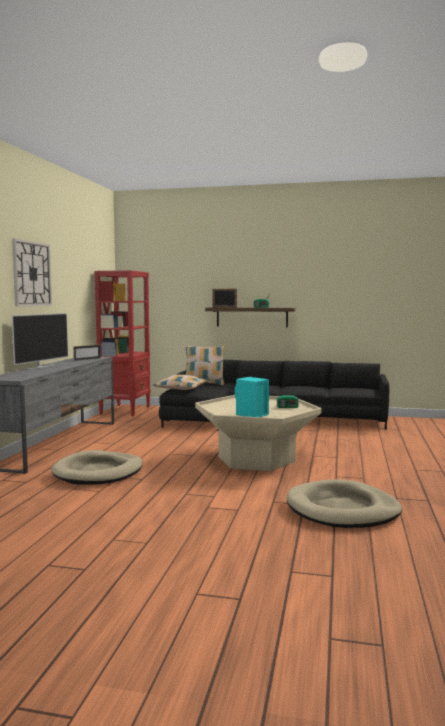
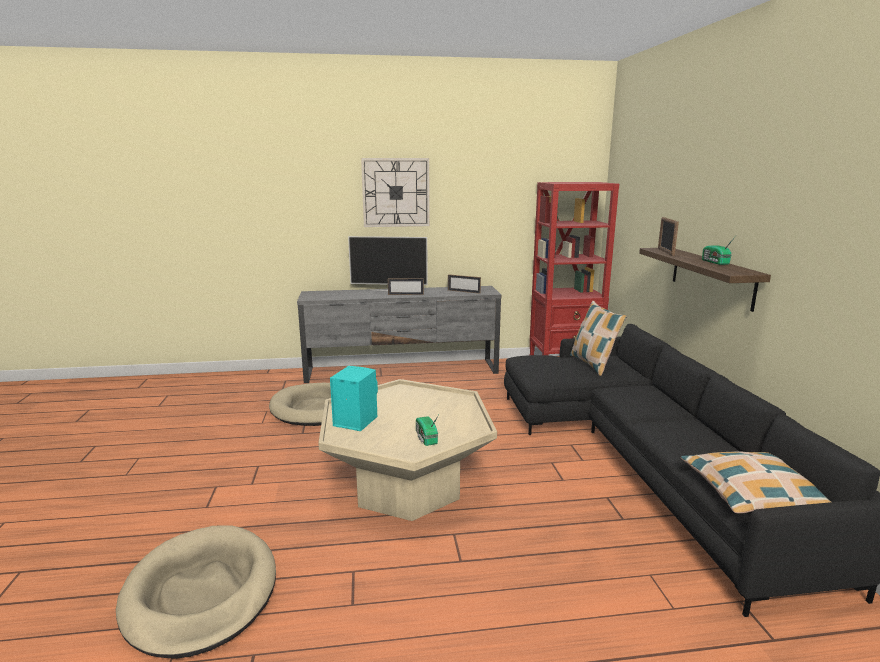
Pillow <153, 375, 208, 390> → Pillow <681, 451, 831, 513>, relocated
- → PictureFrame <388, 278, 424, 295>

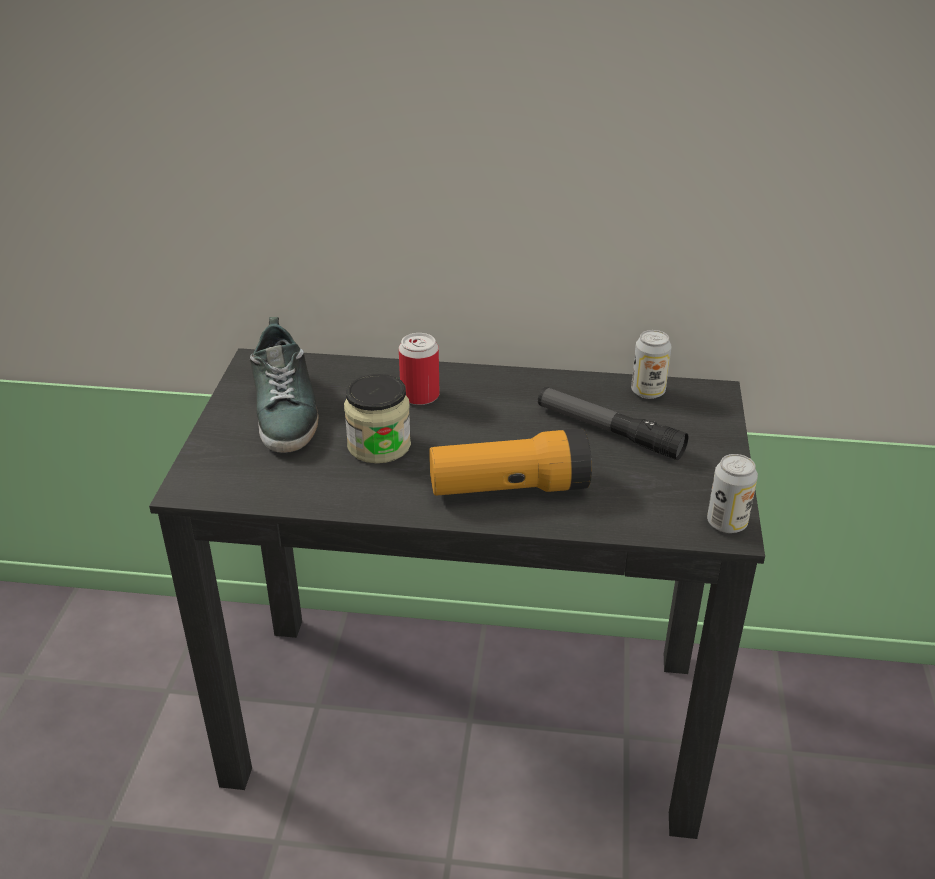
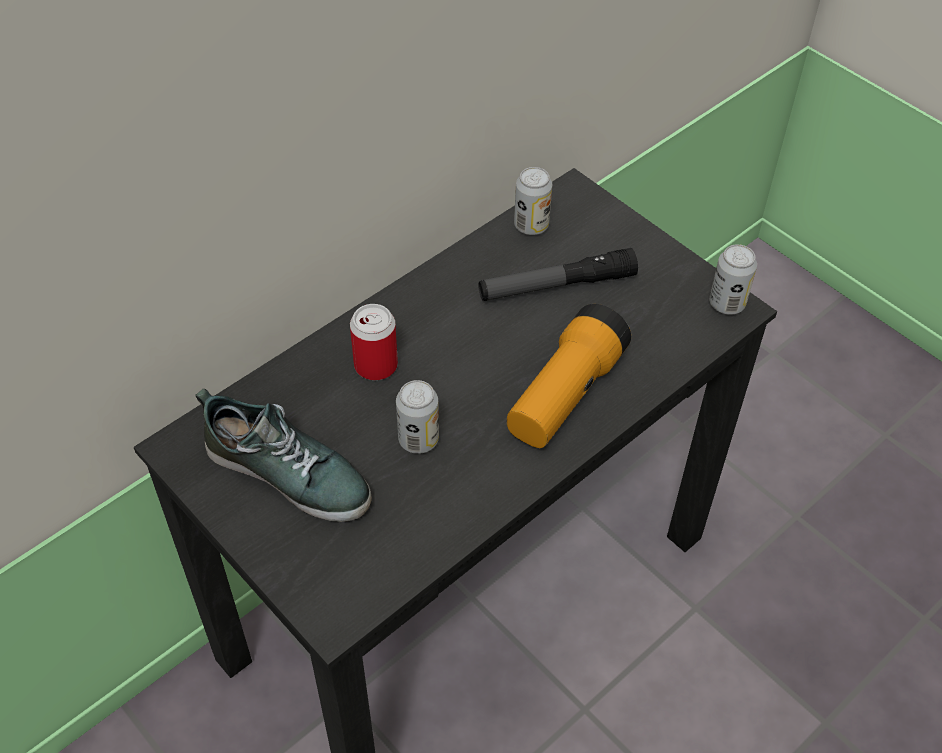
Jar <344, 374, 411, 464> → Can <396, 380, 439, 454>

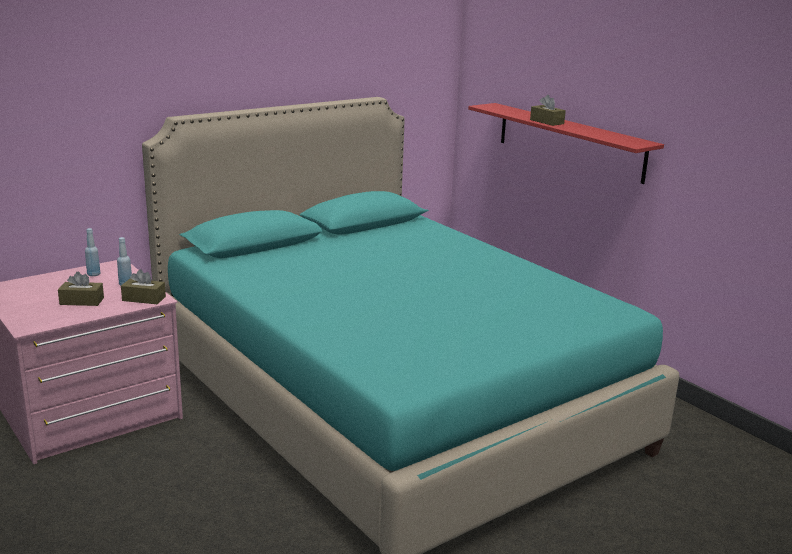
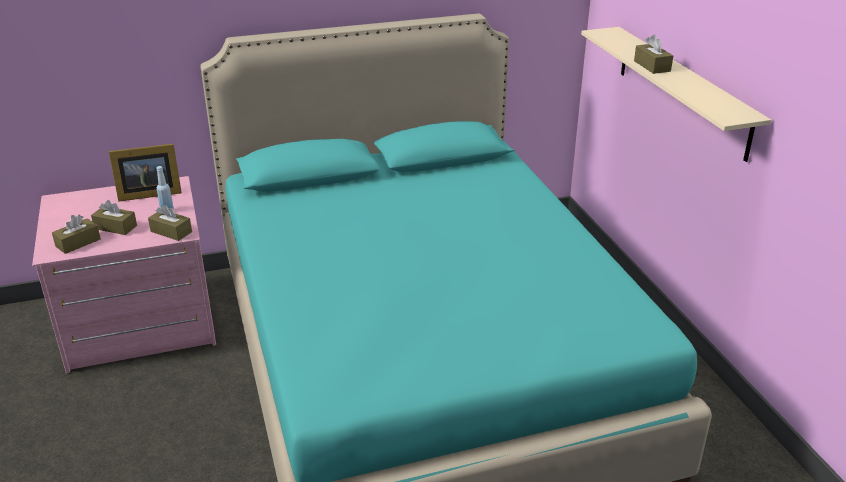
RedShelf <468, 103, 664, 184> → BeigeShelf <581, 27, 771, 162>
BlueBottle <85, 228, 100, 276> → PictureFrame <109, 143, 182, 202>
- → BrownTissueBox <52, 214, 101, 254>

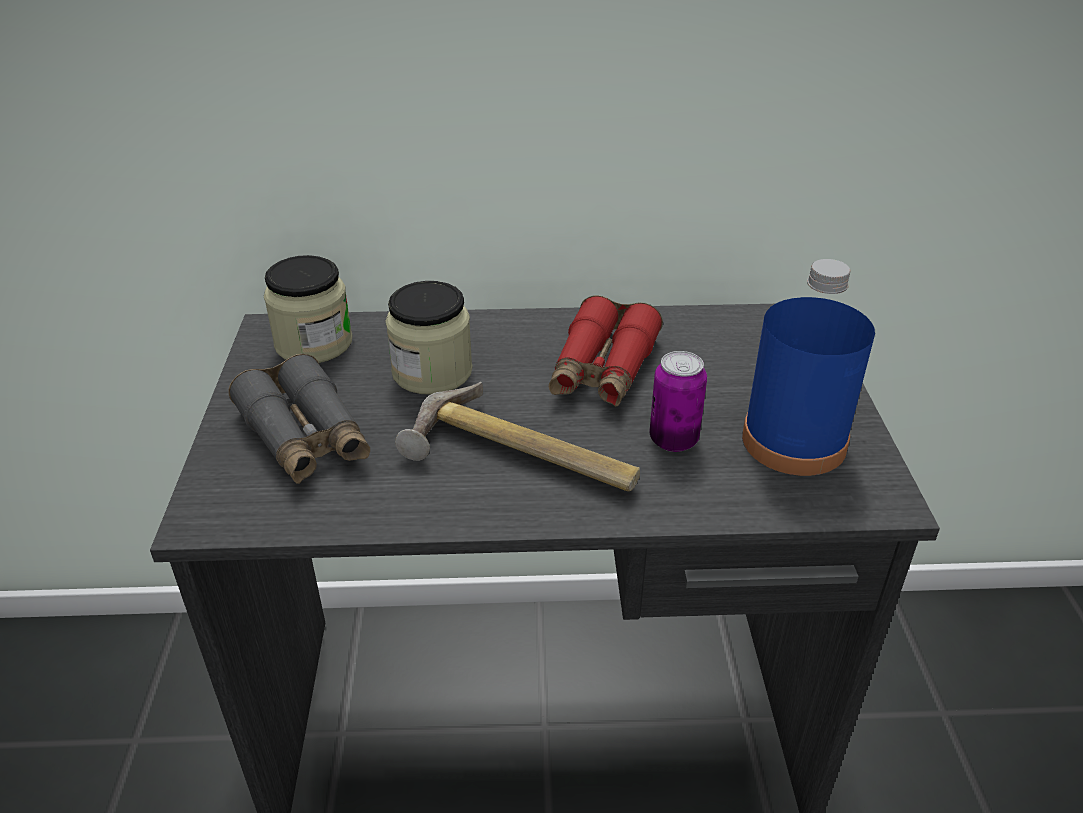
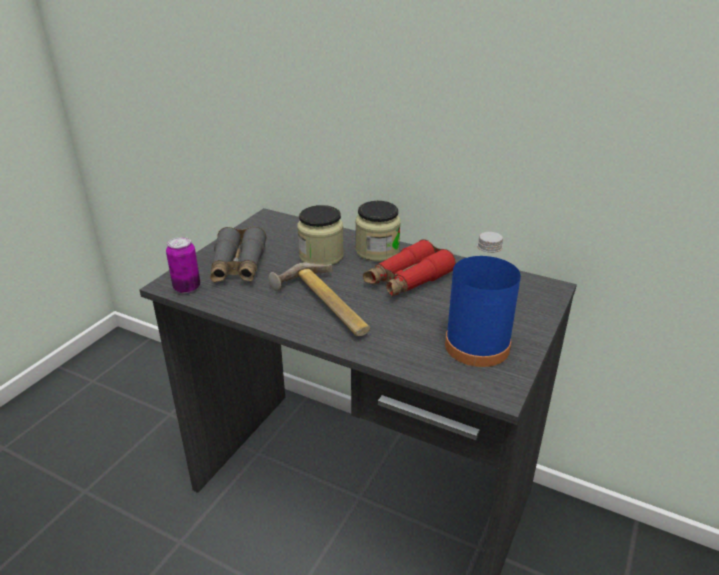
Jar <264, 255, 352, 363> → Jar <355, 201, 401, 262>, relocated
Can <650, 351, 707, 452> → Can <166, 237, 200, 293>, relocated

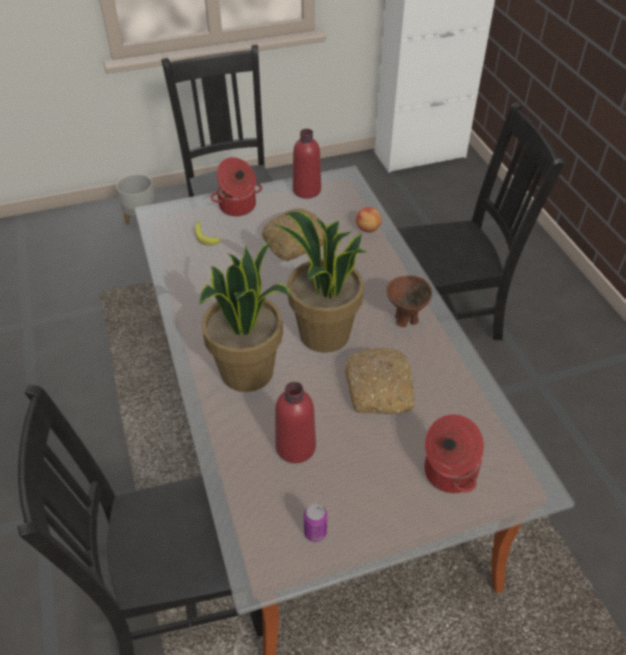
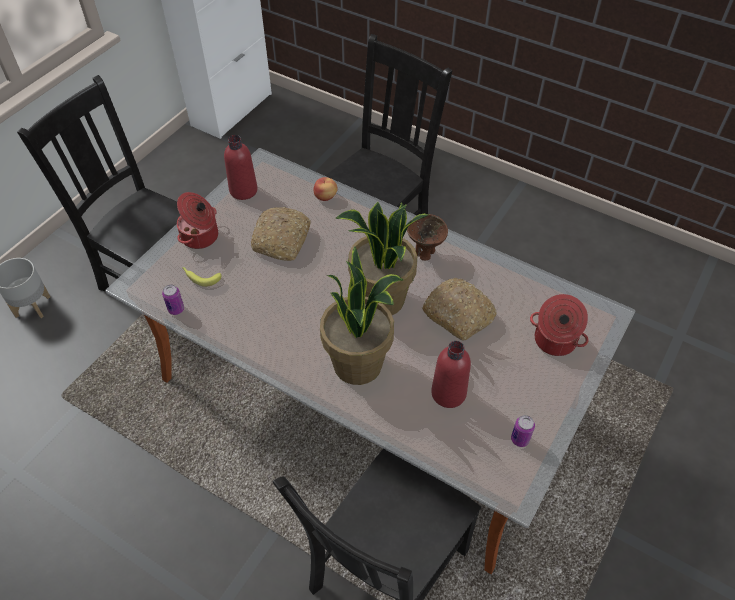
- → Can <162, 285, 184, 315>

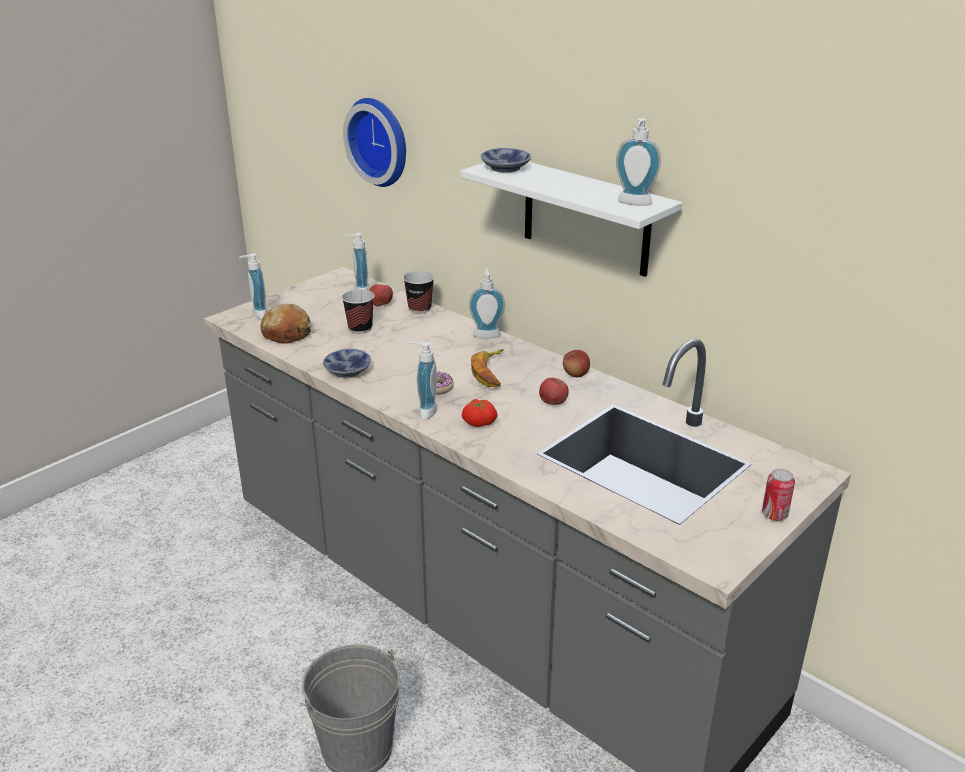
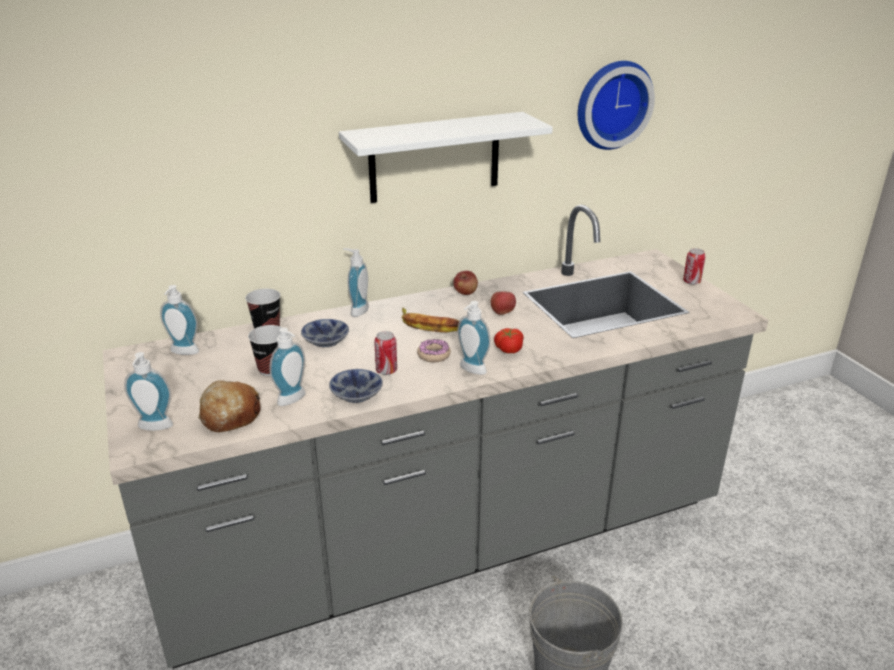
WallClock <343, 98, 406, 187> → WallClock <578, 61, 655, 150>, relocated
SoapDispenser <616, 118, 661, 206> → SoapDispenser <269, 328, 306, 406>, relocated
Bowl <481, 148, 531, 173> → Bowl <301, 319, 349, 347>, relocated
Apple <369, 284, 393, 306> → -
- → Can <374, 331, 397, 375>

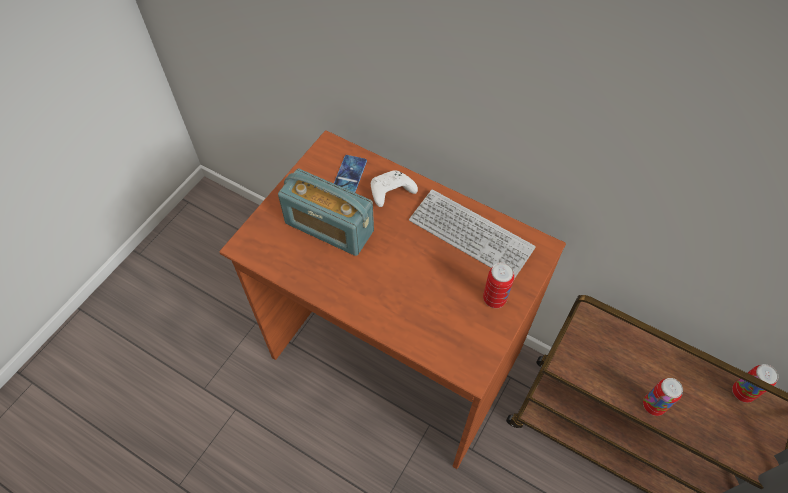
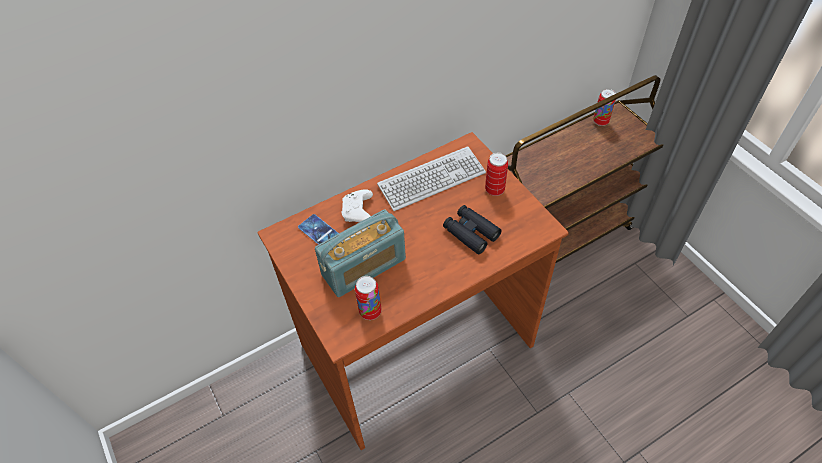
Can <643, 378, 683, 416> → Can <355, 276, 381, 320>, relocated
- → BlackBinoculars <443, 205, 502, 254>

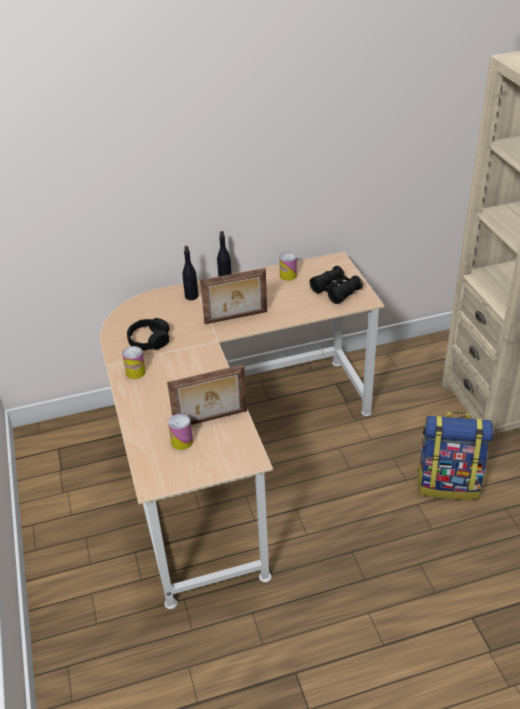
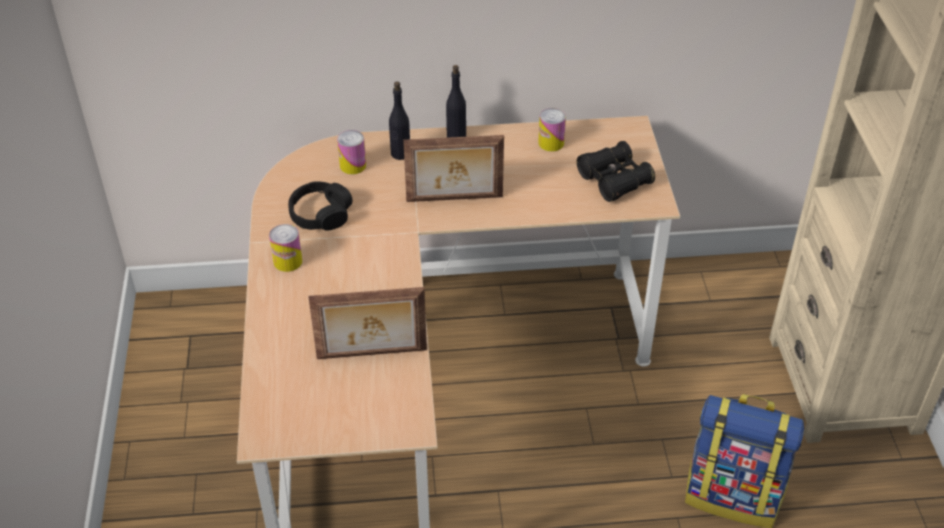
Can <168, 413, 193, 450> → Can <337, 130, 366, 174>, relocated

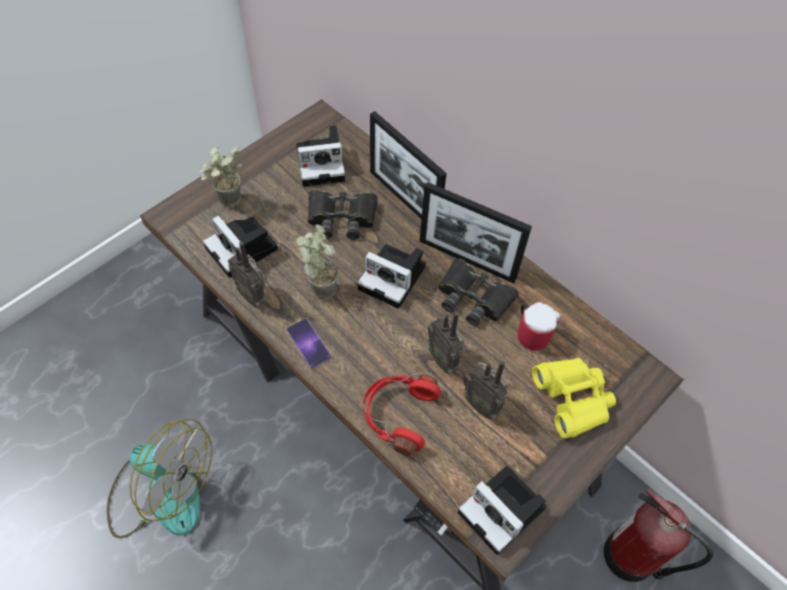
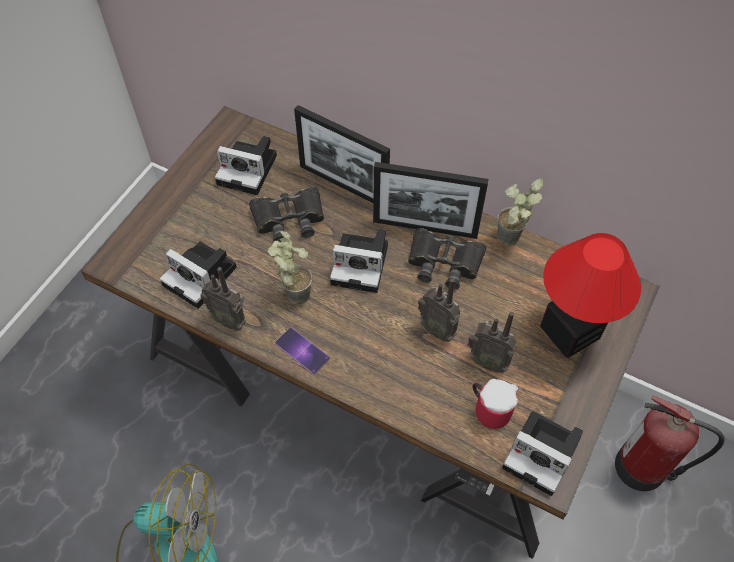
PhotoCamera <296, 125, 345, 187> → PhotoCamera <215, 136, 277, 195>, 45 degrees clockwise
PottedPlant <200, 145, 242, 208> → PottedPlant <497, 178, 543, 246>, relocated
Mug <517, 302, 561, 351> → Mug <473, 379, 519, 429>, relocated
YellowBinoculars <532, 358, 616, 439> → TableLamp <540, 233, 641, 358>
RedHeadphones <363, 374, 441, 456> → -

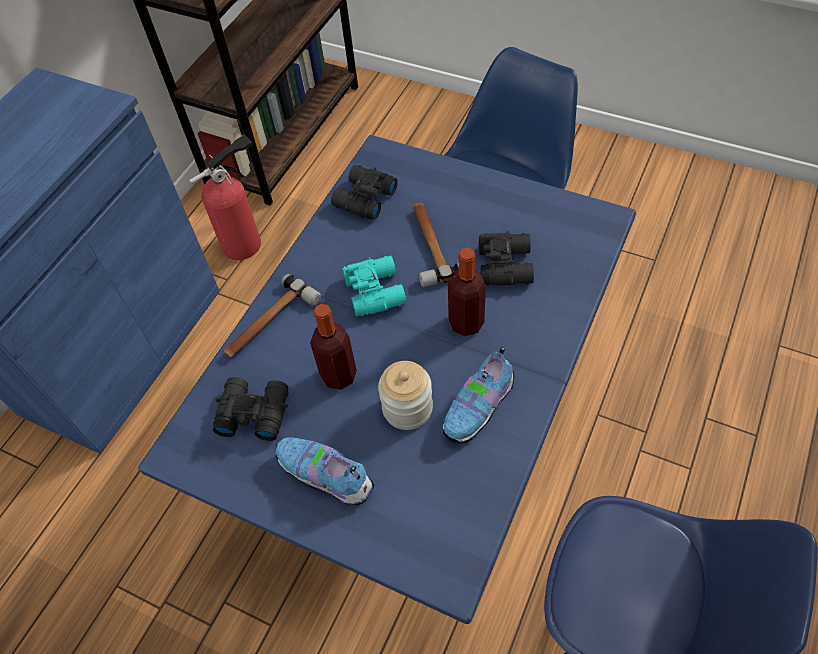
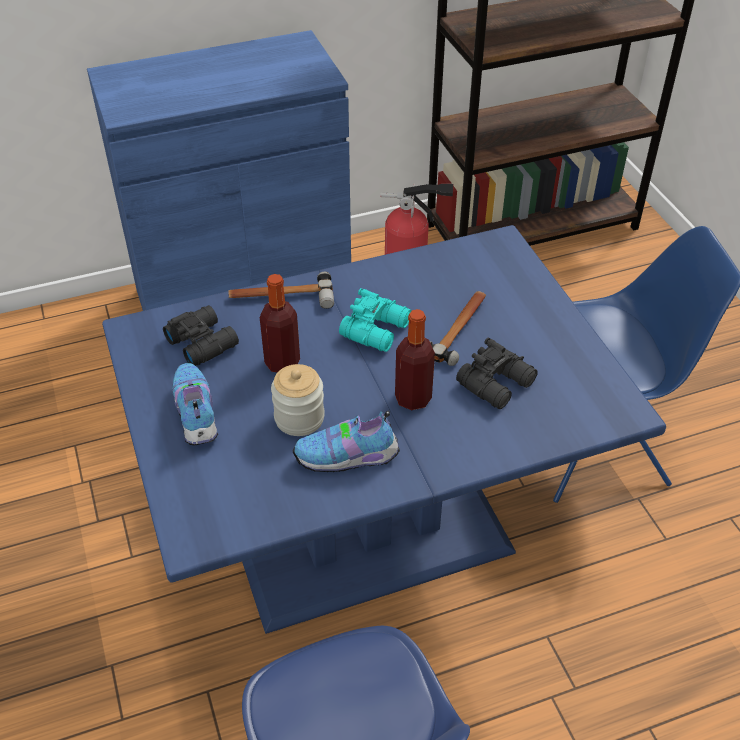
BlackBinoculars <331, 165, 398, 220> → -

